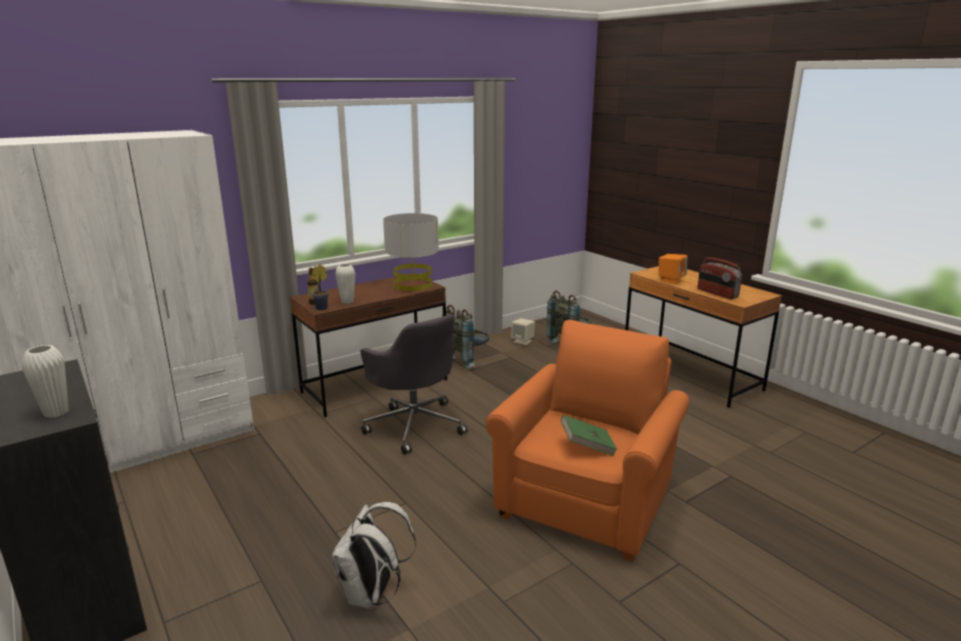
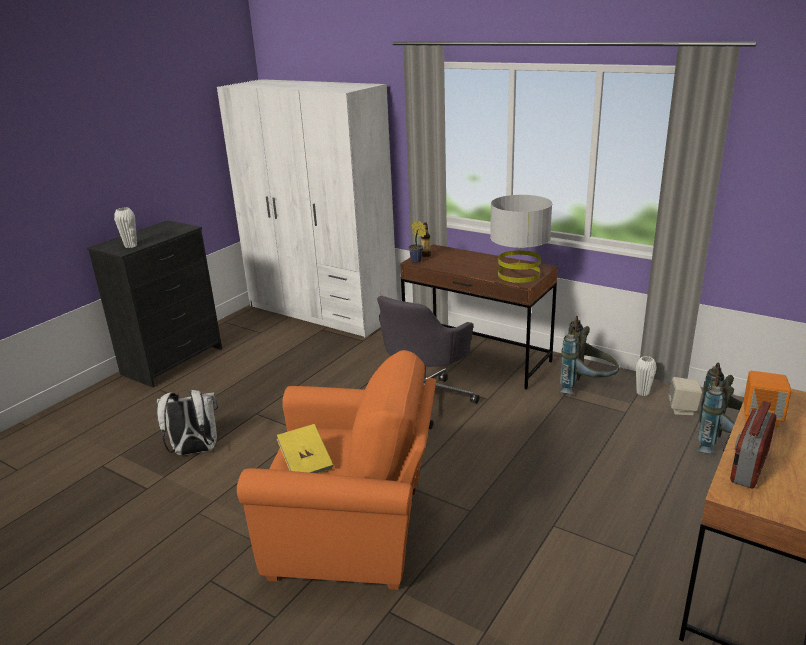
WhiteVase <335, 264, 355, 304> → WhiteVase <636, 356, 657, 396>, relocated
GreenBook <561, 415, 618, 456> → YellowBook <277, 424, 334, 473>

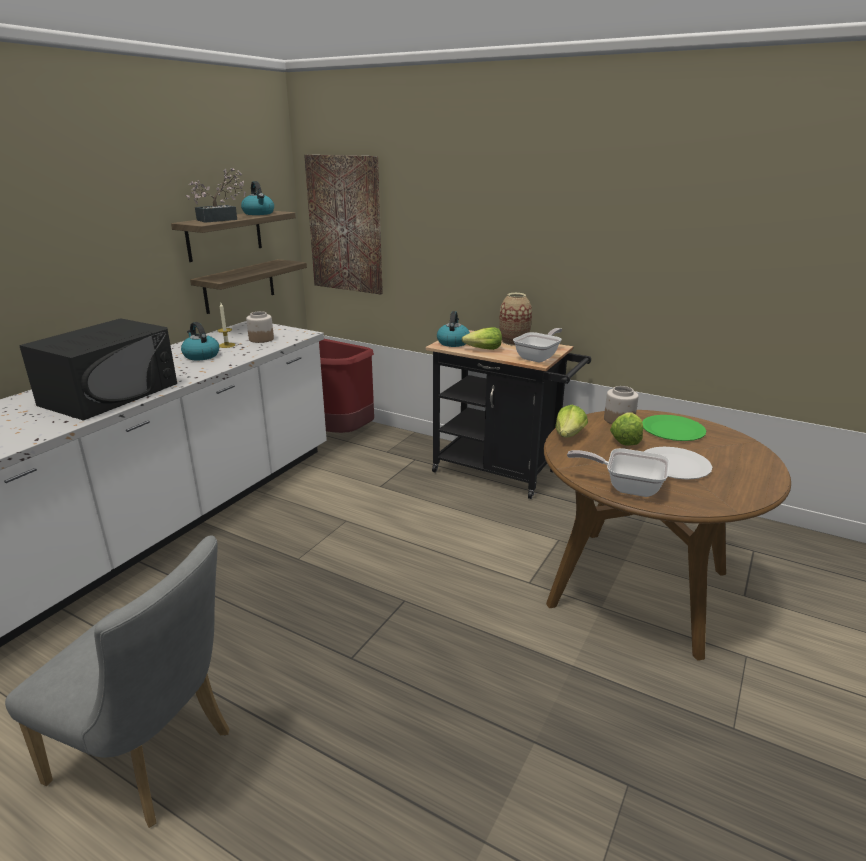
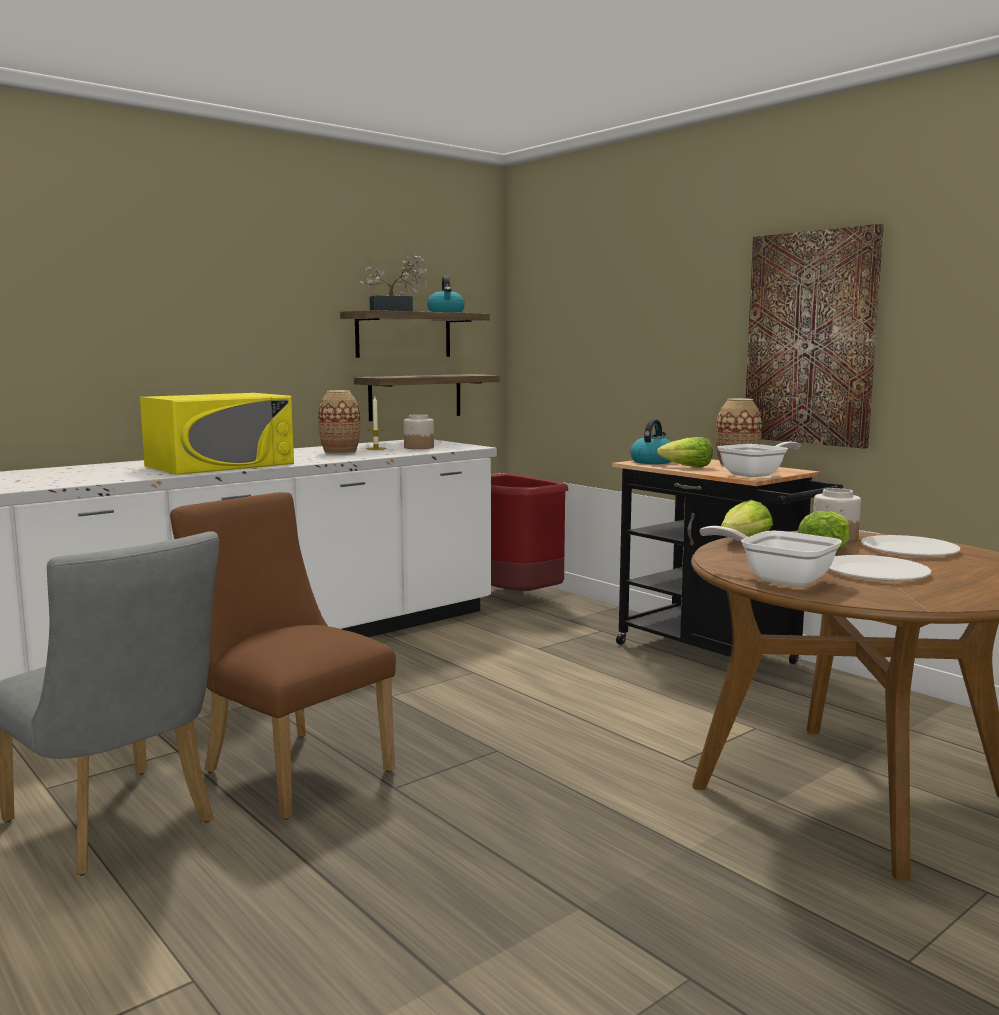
Picture <304, 155, 383, 294> → Picture <746, 224, 884, 449>, relocated
BlackMicrowave <19, 318, 177, 421> → YellowMicrowave <140, 393, 294, 475>
Kettle <181, 322, 219, 360> → Vase <318, 390, 360, 454>
GreenPlate <642, 415, 706, 441> → WhitePlate <861, 535, 960, 557>
- → BrownChair <170, 492, 396, 820>

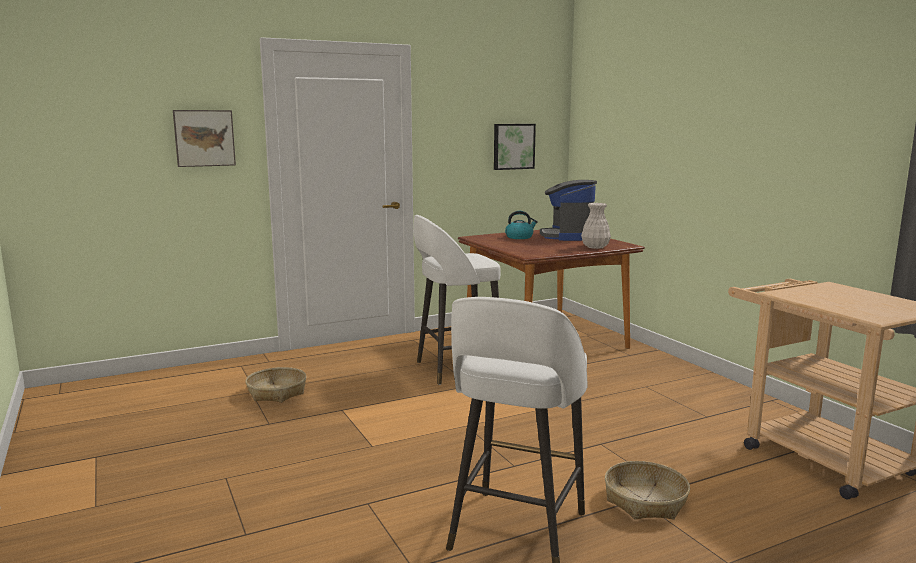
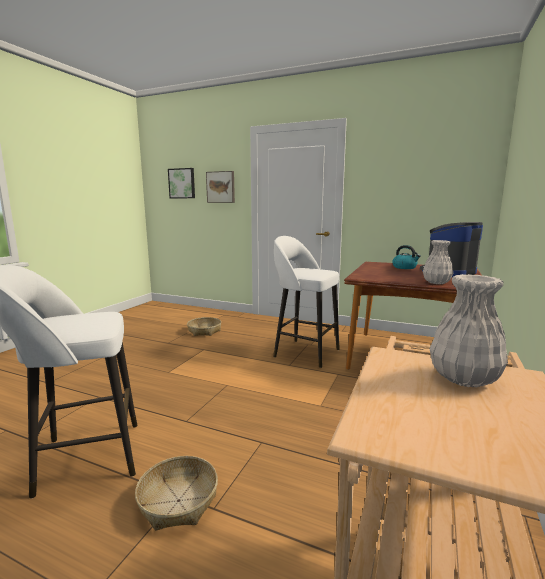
Picture <494, 124, 536, 170> → Picture <168, 168, 195, 198>, relocated
- → WhiteVase <430, 274, 508, 387>

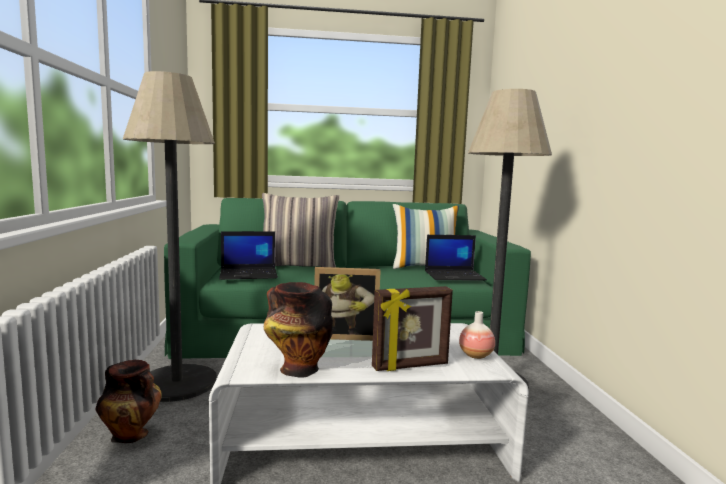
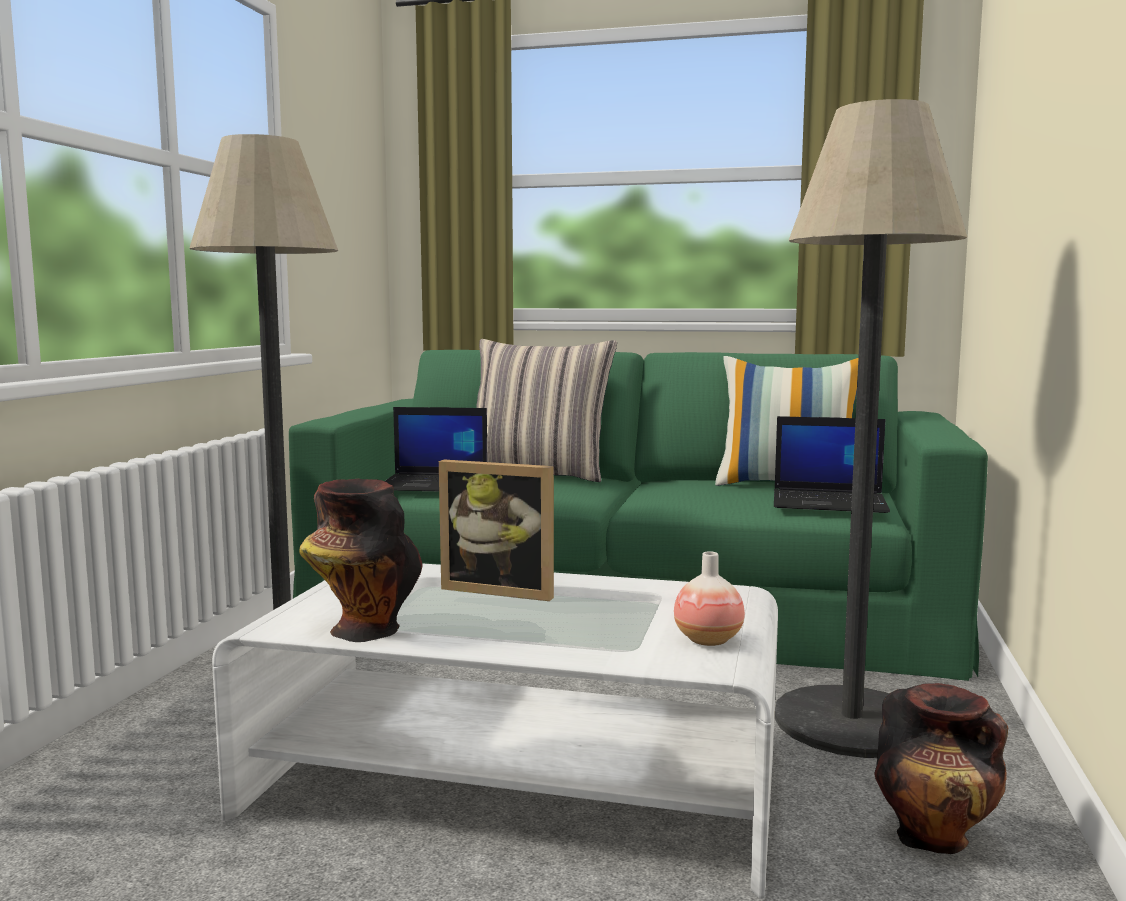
PictureFrame <372, 286, 453, 371> → -
Vase <95, 360, 162, 443> → Vase <874, 683, 1008, 854>, relocated

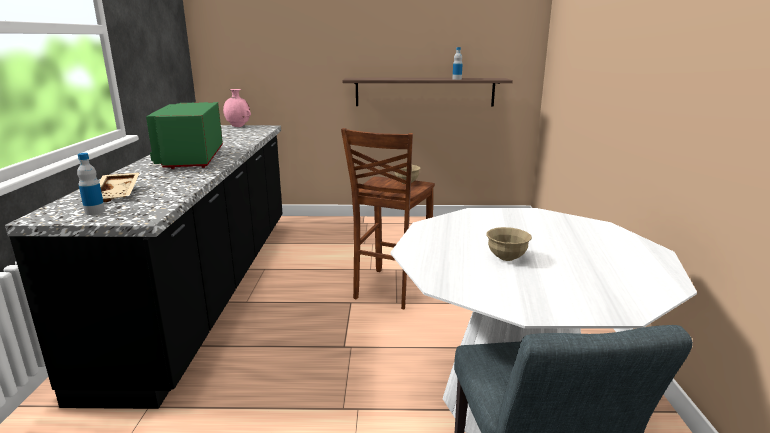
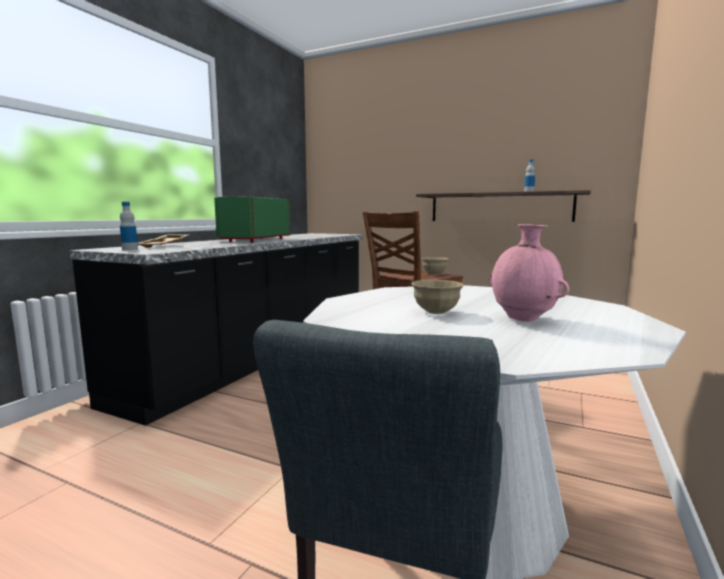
PinkVase <223, 89, 251, 127> → PinkVase <488, 224, 570, 322>, relocated

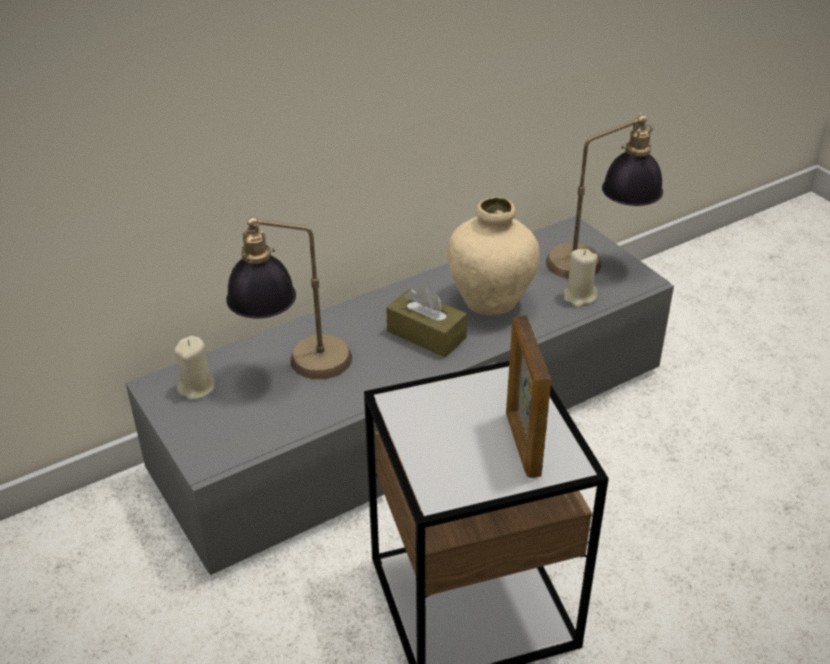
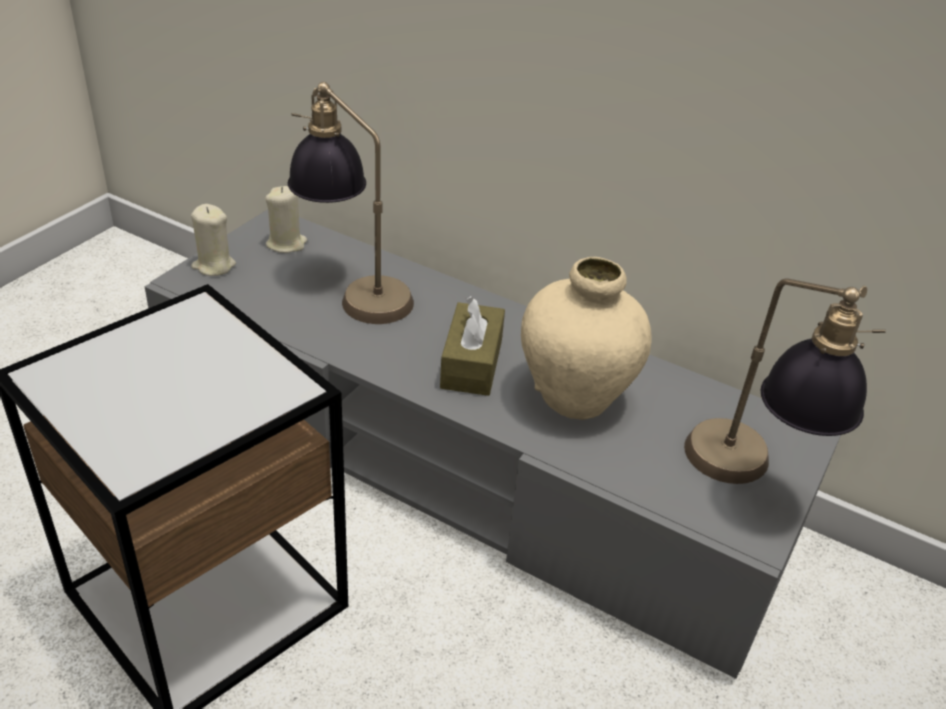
BeigeCandle <564, 249, 598, 307> → BeigeCandle <191, 204, 236, 276>, relocated
PictureFrame <506, 315, 551, 478> → -

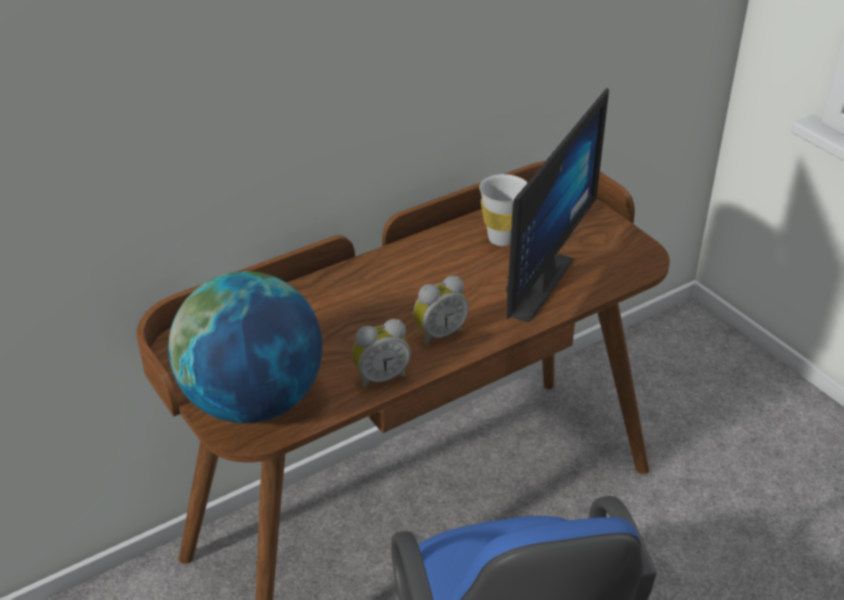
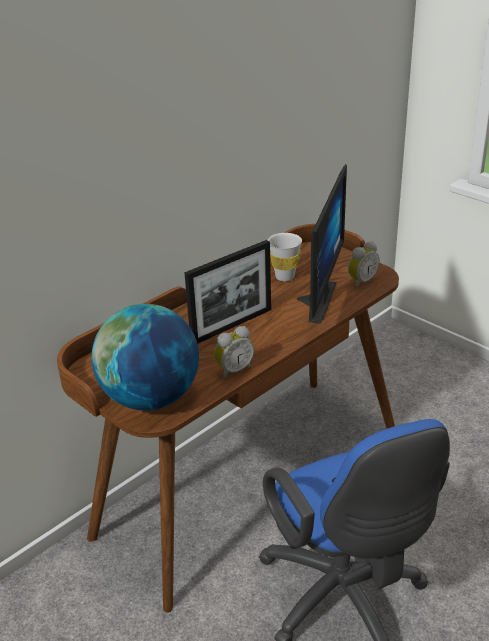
AlarmClock <413, 276, 469, 346> → AlarmClock <348, 241, 380, 288>, relocated
- → PictureFrame <184, 240, 271, 344>

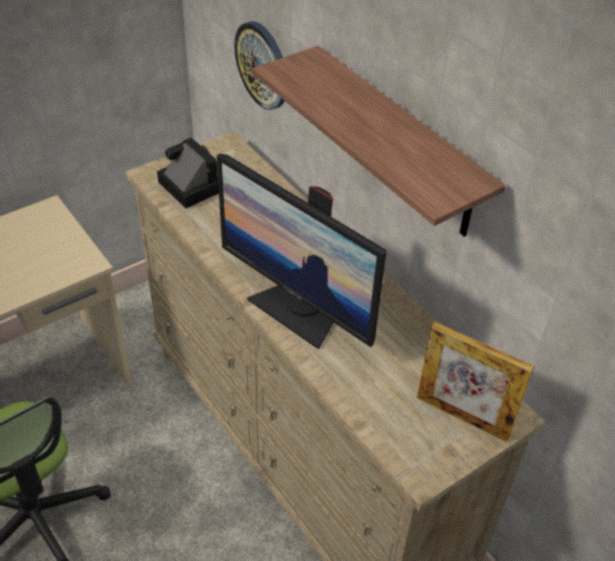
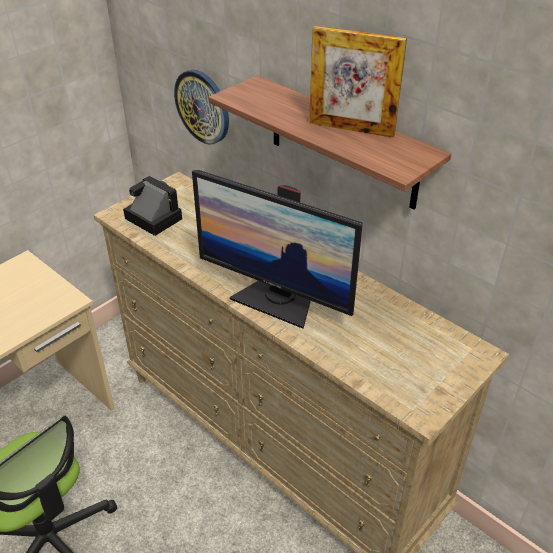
PictureFrame <417, 322, 534, 442> → PictureFrame <309, 26, 407, 138>, relocated

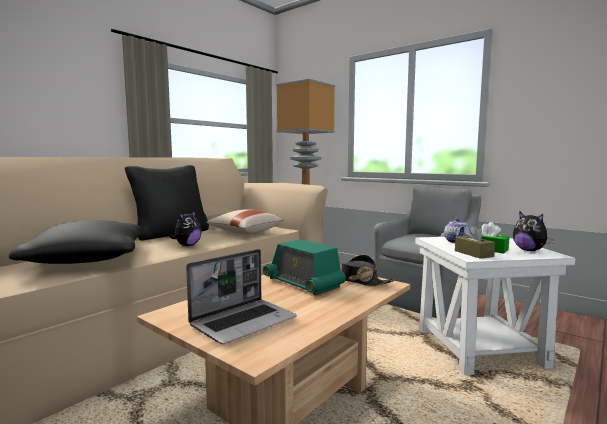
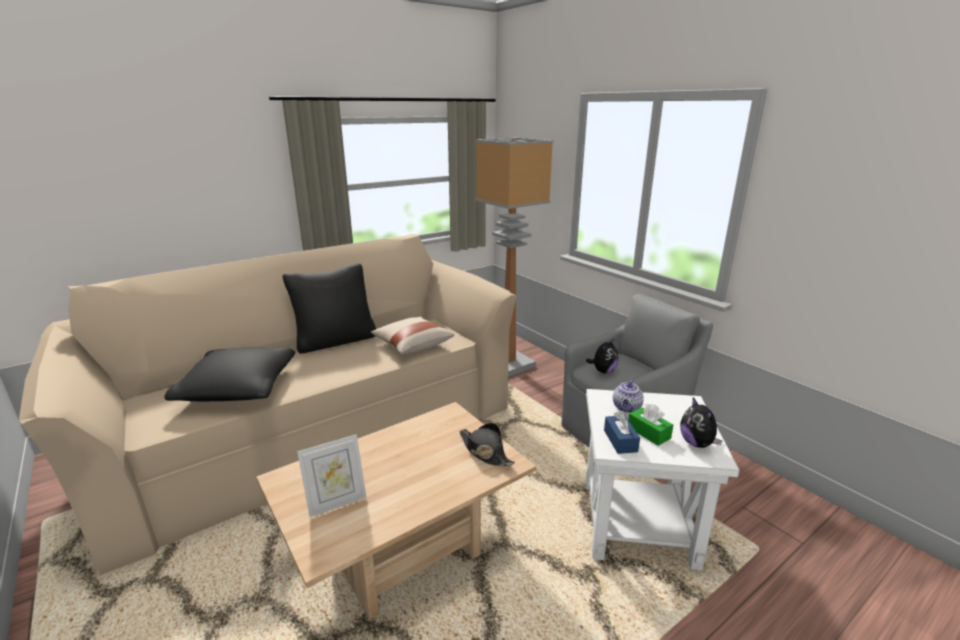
PlushToy <169, 211, 202, 246> → PlushToy <586, 338, 618, 373>, relocated
BrownTissueBox <455, 225, 495, 259> → BlueTissueBox <604, 412, 640, 454>
Radio <263, 239, 346, 295> → -
Laptop <186, 249, 297, 344> → PictureFrame <297, 434, 366, 517>

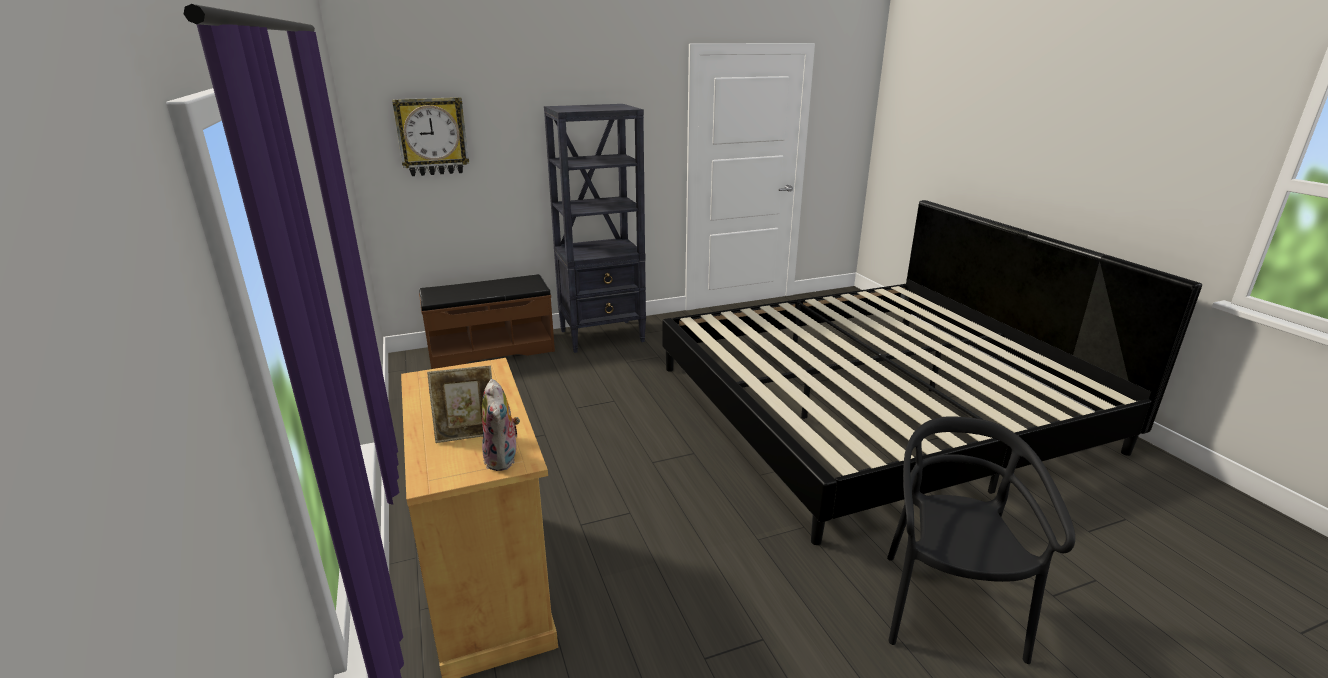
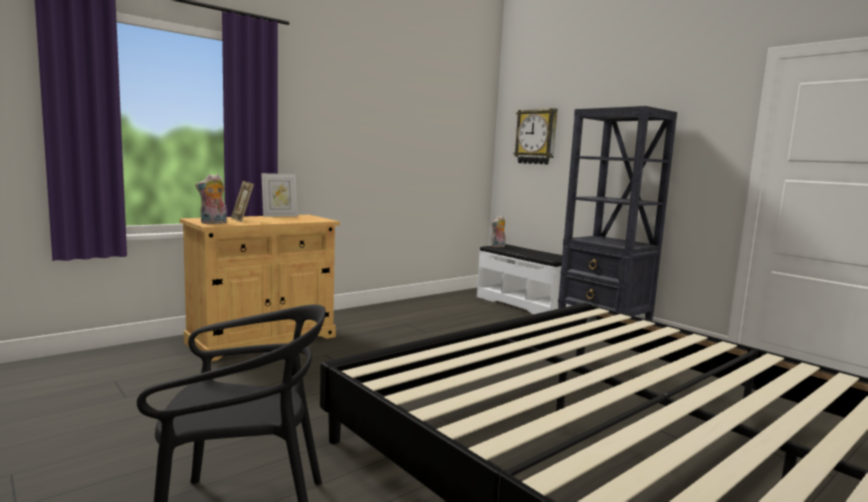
BrownBench <419, 274, 555, 369> → WhiteBench <477, 244, 573, 314>
- → PictureFrame <261, 173, 297, 217>
- → PlushToy <491, 216, 506, 247>

